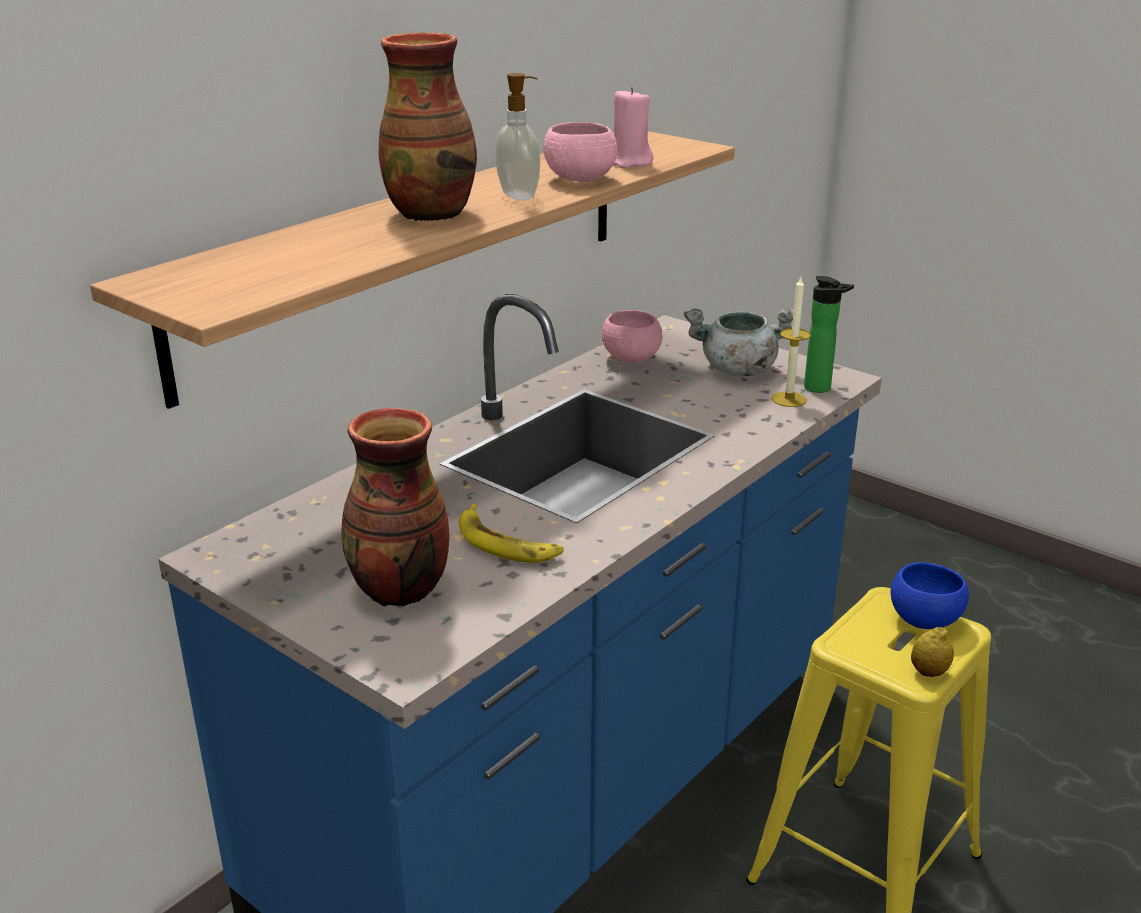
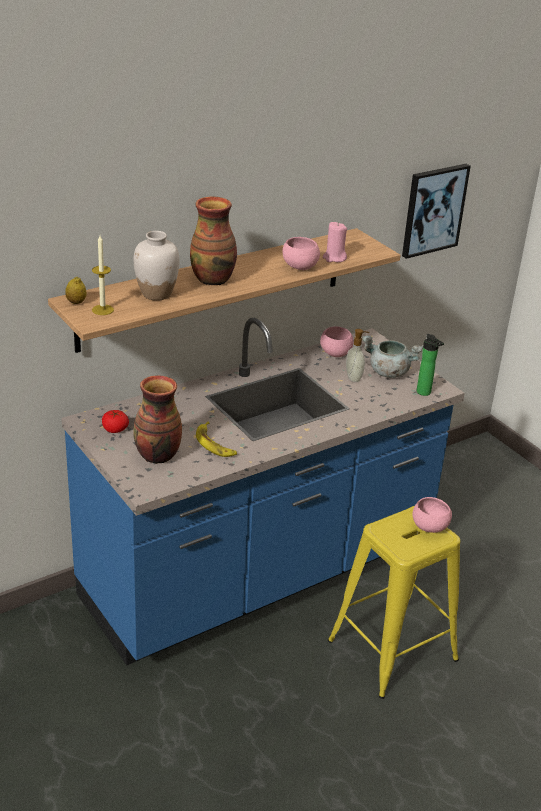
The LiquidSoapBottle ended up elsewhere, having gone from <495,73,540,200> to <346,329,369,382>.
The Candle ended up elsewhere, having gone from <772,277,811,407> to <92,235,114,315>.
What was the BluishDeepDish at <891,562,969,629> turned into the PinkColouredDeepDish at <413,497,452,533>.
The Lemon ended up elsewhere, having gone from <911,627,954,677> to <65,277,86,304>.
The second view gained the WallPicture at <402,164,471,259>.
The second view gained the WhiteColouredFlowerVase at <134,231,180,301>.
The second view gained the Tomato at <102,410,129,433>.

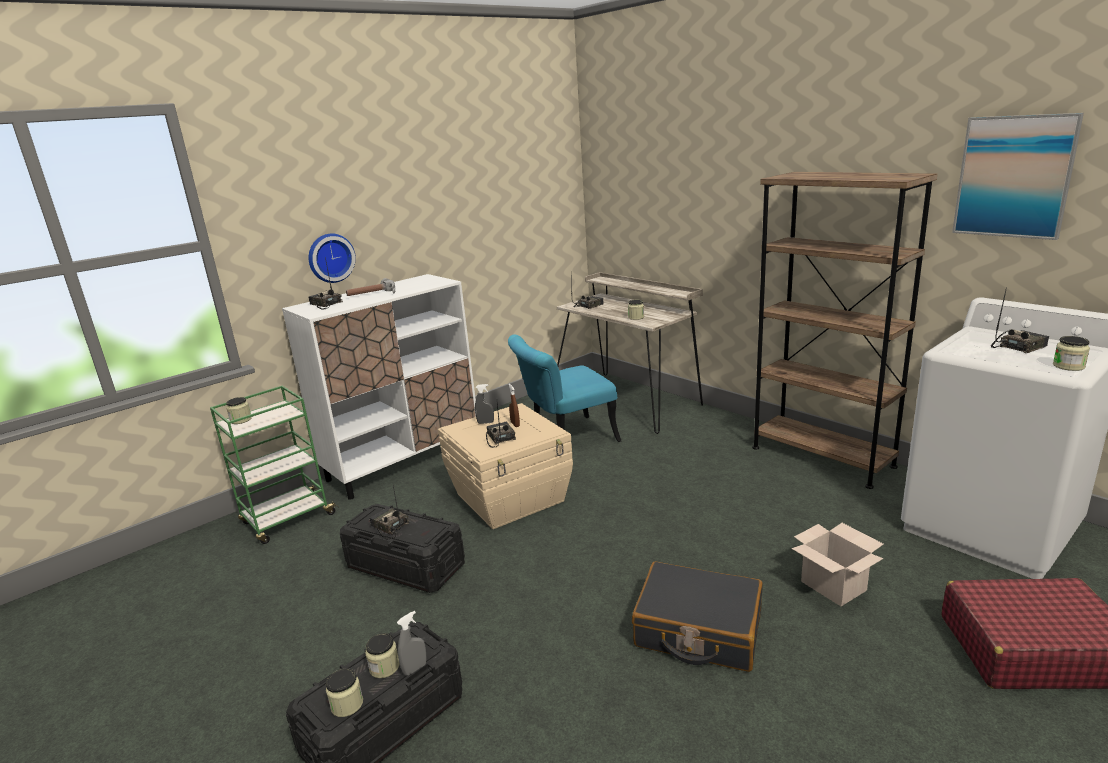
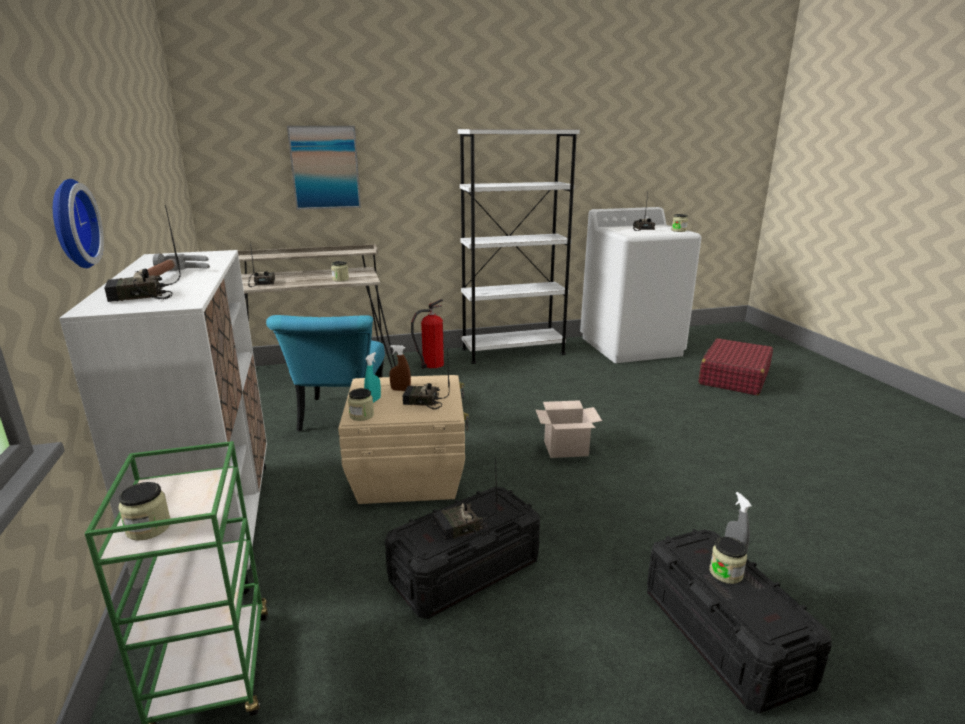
The WallPicture ended up elsewhere, having gone from <952,113,1084,240> to <287,126,361,210>.
What was the BrownColouredShelvingUnit at <752,172,938,489> turned into the WhiteColouredShelvingUnit at <458,129,580,364>.
What was the GreySprayer at <475,384,494,424> turned into the TurquoiseSprayer at <364,352,381,403>.
The PackingBox ended up elsewhere, having gone from <791,523,884,606> to <536,400,602,458>.
The second view lost the BlackColouredTravelCase at <632,561,763,672>.
The Jar ended up elsewhere, having gone from <326,668,363,717> to <348,388,374,421>.
The second view gained the Extinguisher at <411,299,444,369>.

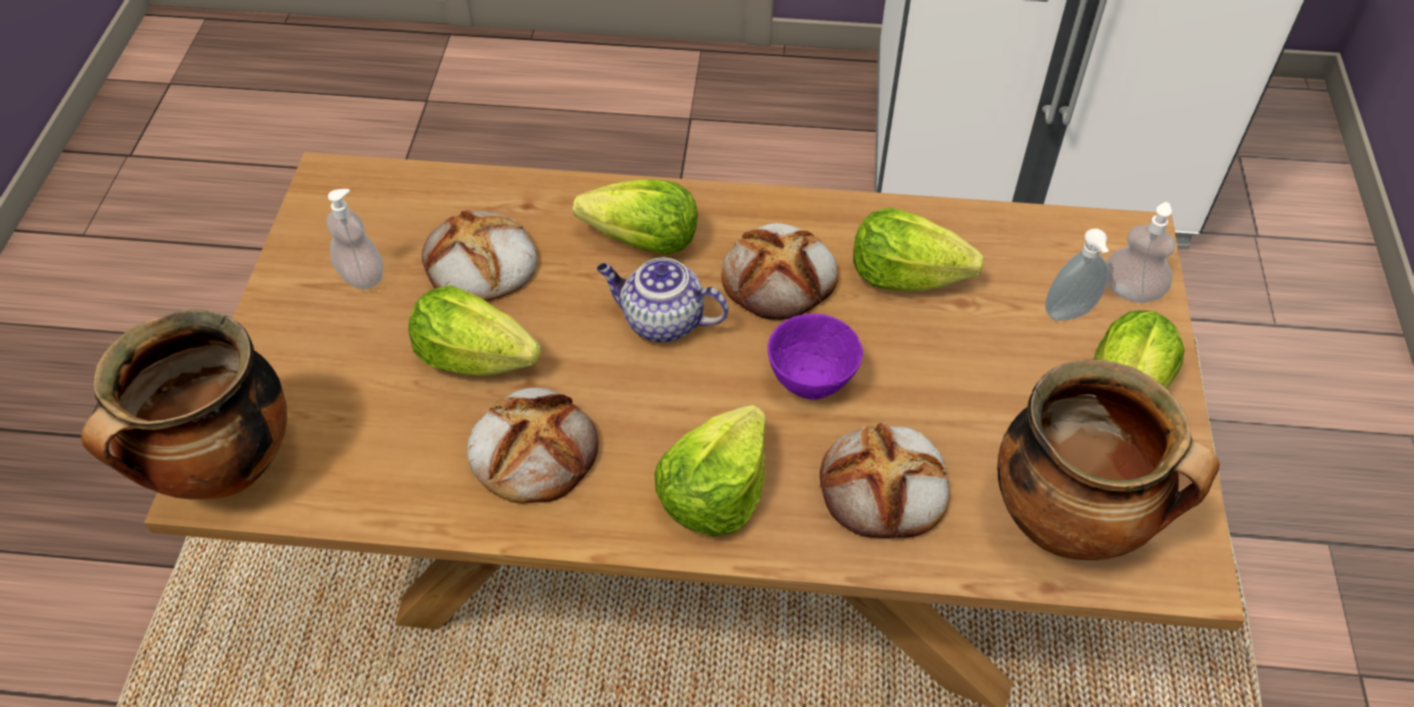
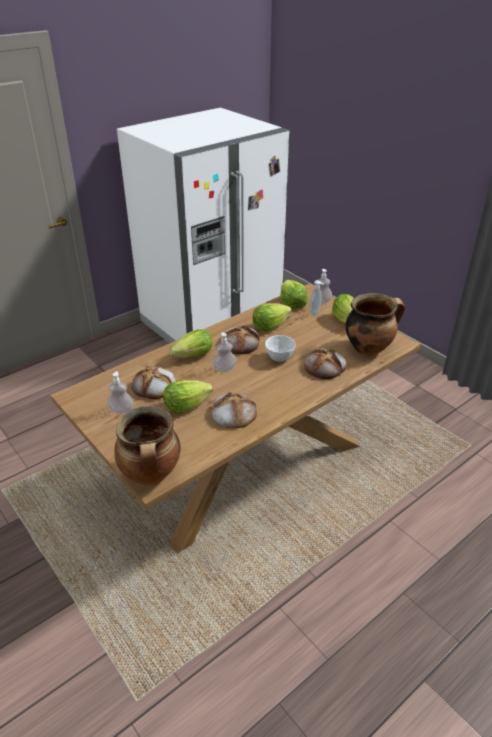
Where the Teapot stood at <597,258,728,342>, the LiquidSoapBottle came to stand at <213,332,236,372>.
What was the PurpleDeepDish at <768,314,863,400> turned into the WhiteColouredDeepDish at <265,335,296,362>.
The HeadOfLettuce ended up elsewhere, having gone from <655,405,766,537> to <280,280,308,308>.

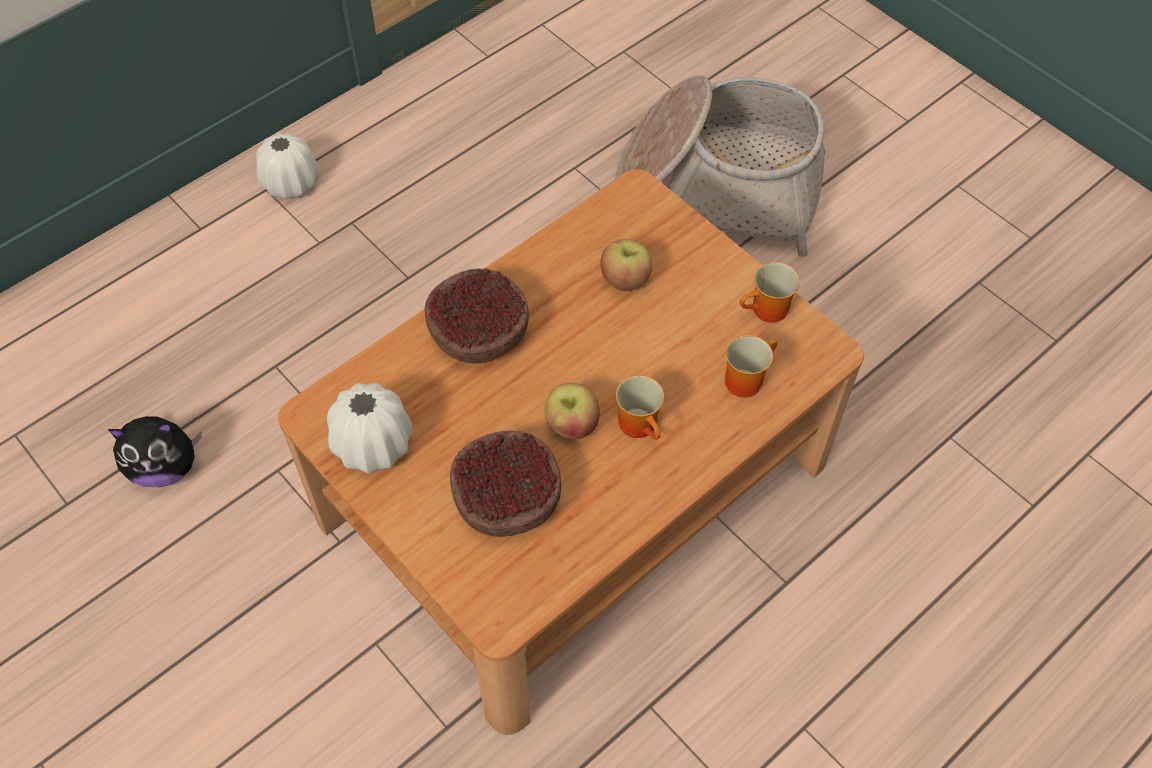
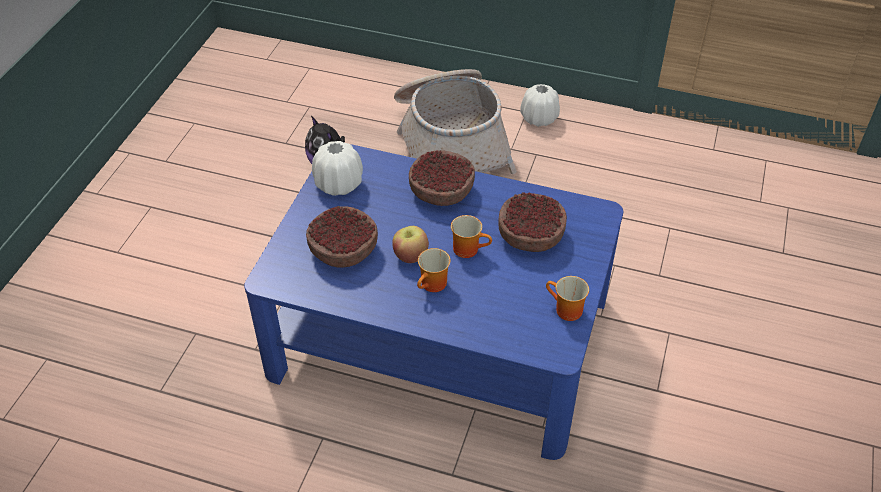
The StorageBasket ended up elsewhere, having gone from <615,75,825,257> to <394,69,517,174>.
What was the BrownColouredCoffeeTable at <278,169,864,735> turned into the BluishCoffeeTable at <244,144,623,460>.
Where the AppleFruit stood at <600,239,653,291>, the DeepDish came to stand at <498,192,567,252>.
The Mug ended up elsewhere, having gone from <725,335,777,398> to <451,215,492,258>.

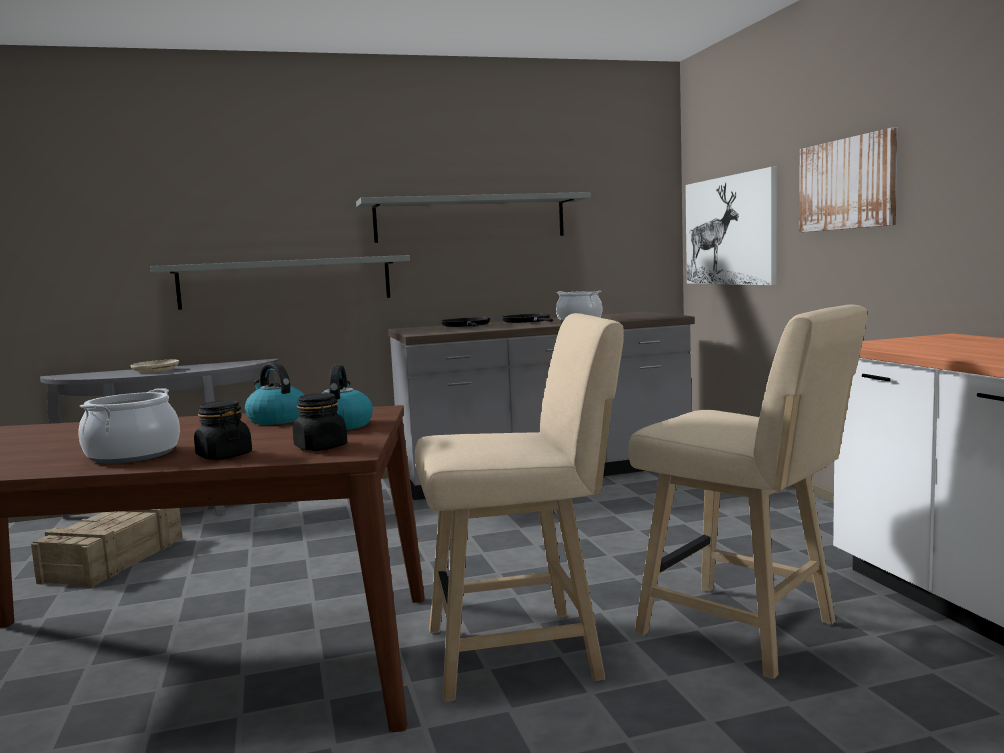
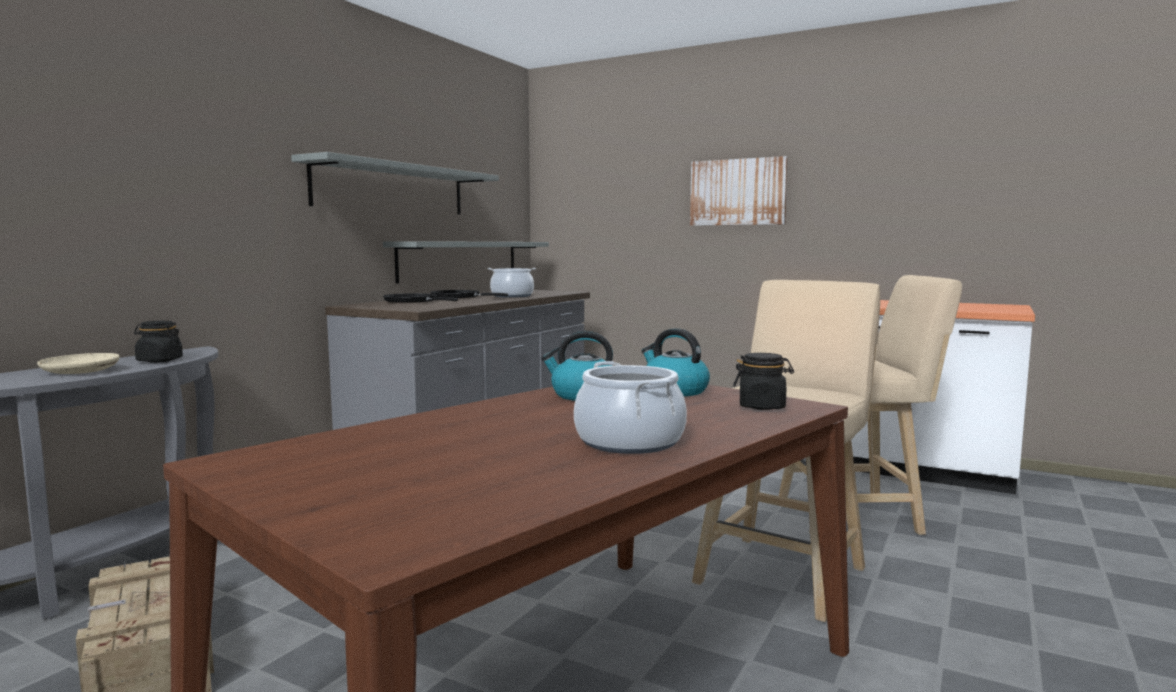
The second view lost the WallPicture at <685,167,777,285>.
The GreyBracketShelf ended up elsewhere, having gone from <150,255,410,310> to <383,241,549,284>.
The BlackColouredJar ended up elsewhere, having gone from <194,400,252,460> to <134,320,183,362>.

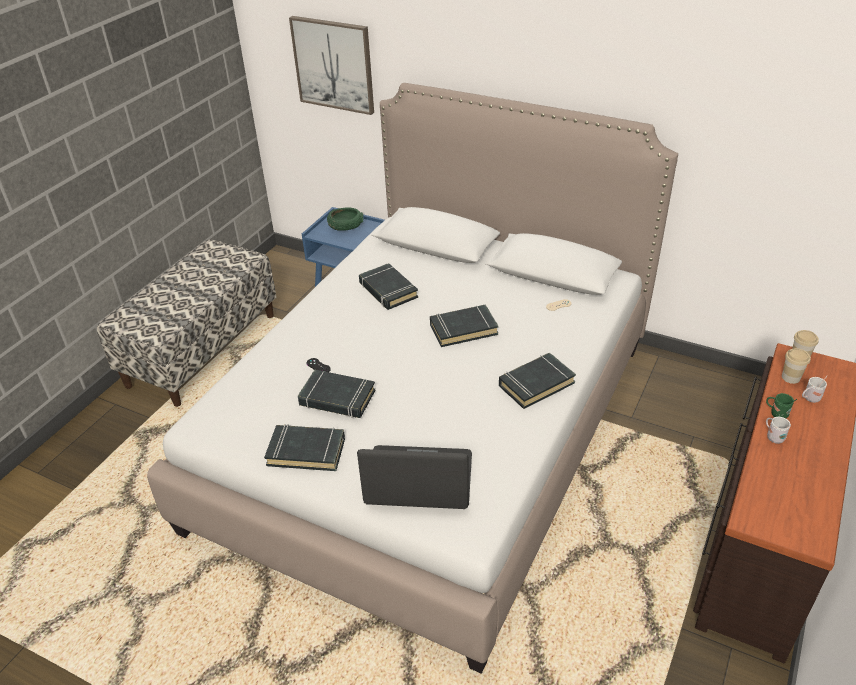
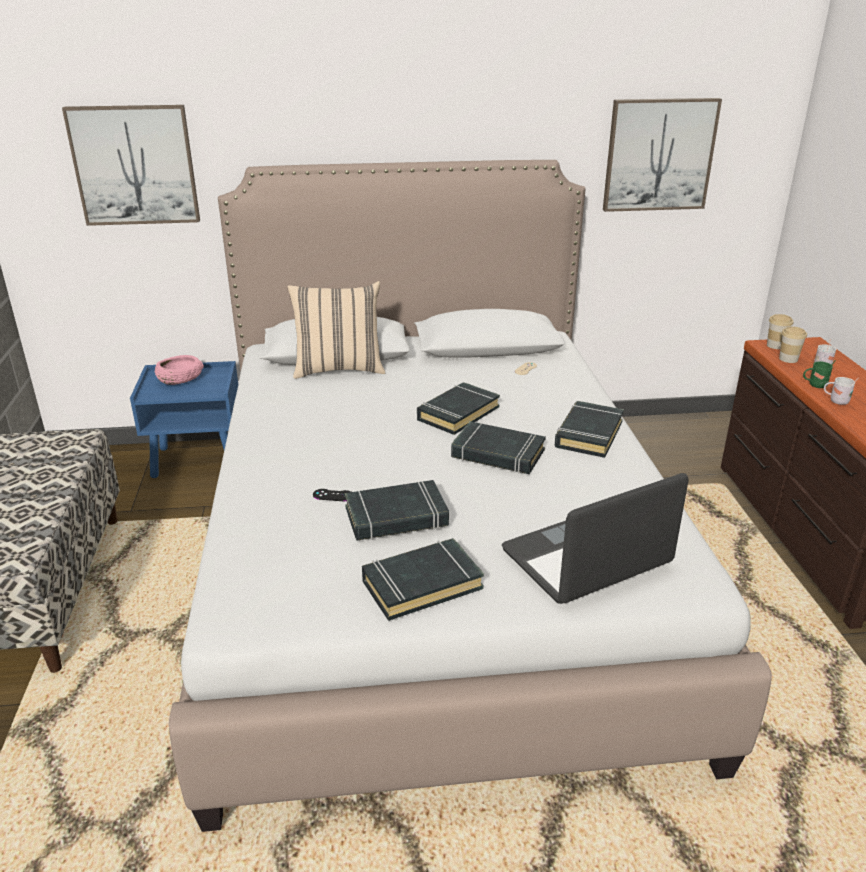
What was the GreenColouredDeepDish at <327,207,364,231> turned into the PinkColouredDeepDish at <154,355,204,385>.
The BlackColouredBook ended up elsewhere, having gone from <359,263,418,310> to <451,421,546,474>.
The second view gained the WallPicture at <603,98,722,212>.
The second view gained the BeigeCushion at <287,281,385,379>.

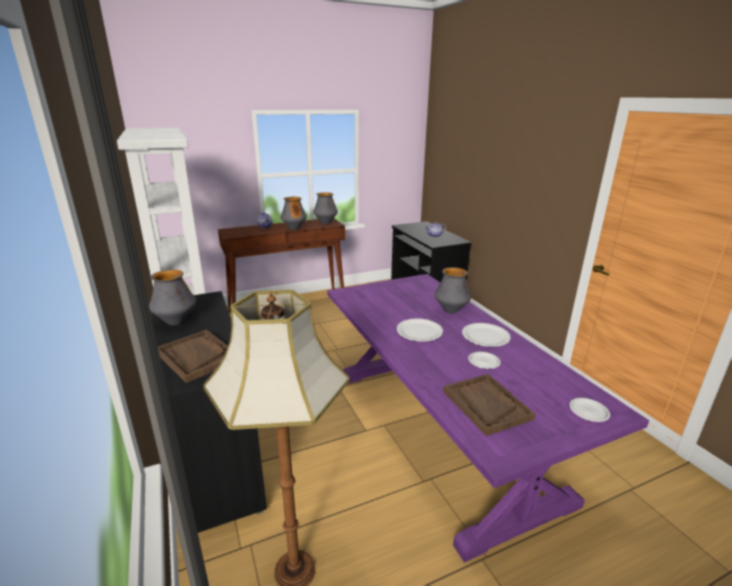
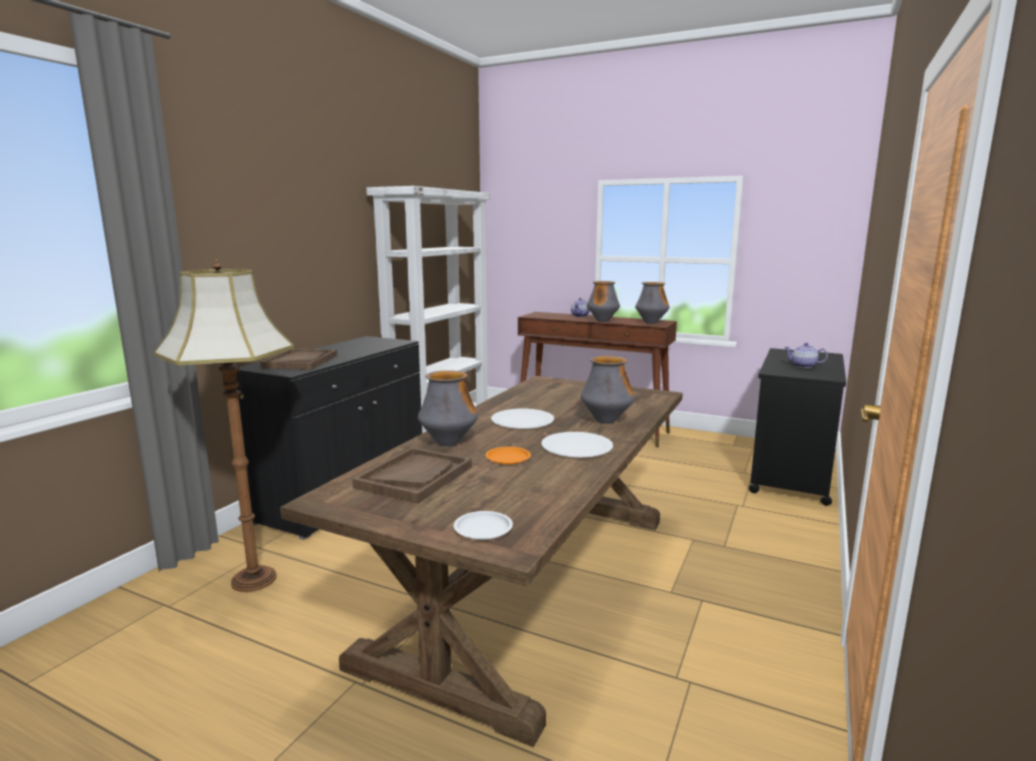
The FlowerVase ended up elsewhere, having gone from <149,270,196,325> to <418,370,478,446>.
What was the PurpleKitchenTable at <327,274,649,563> turned into the BrownColouredKitchenTable at <280,376,683,747>.
What was the WhiteColouredFlatDish at <468,352,501,369> turned into the OrangeFlatDish at <486,447,531,465>.

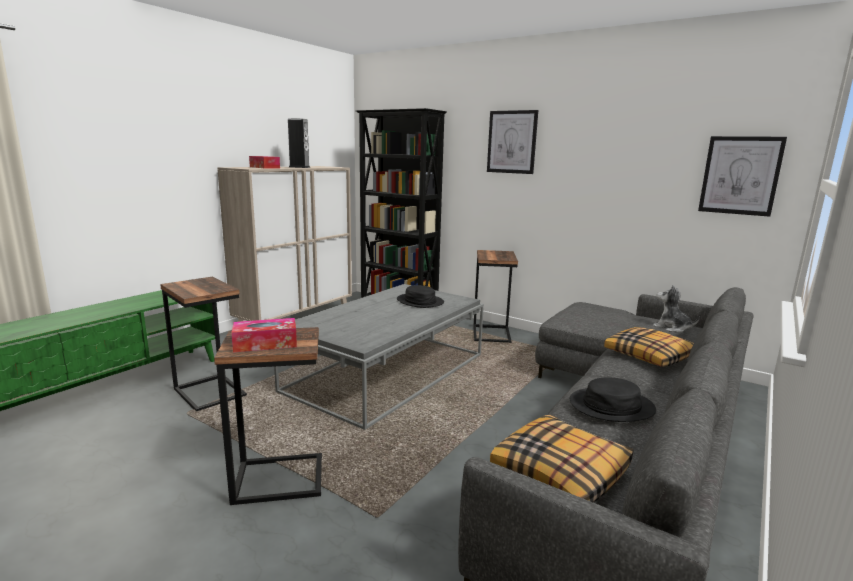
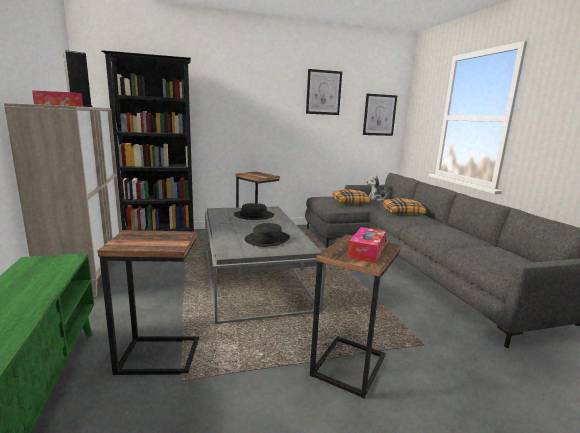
The WallPicture ended up elsewhere, having gone from <487,110,538,174> to <306,69,342,115>.
The BlackColouredWearableHat ended up elsewhere, having gone from <570,377,656,422> to <244,223,290,247>.
The Cushion ended up elsewhere, having gone from <490,414,633,503> to <333,190,371,204>.

